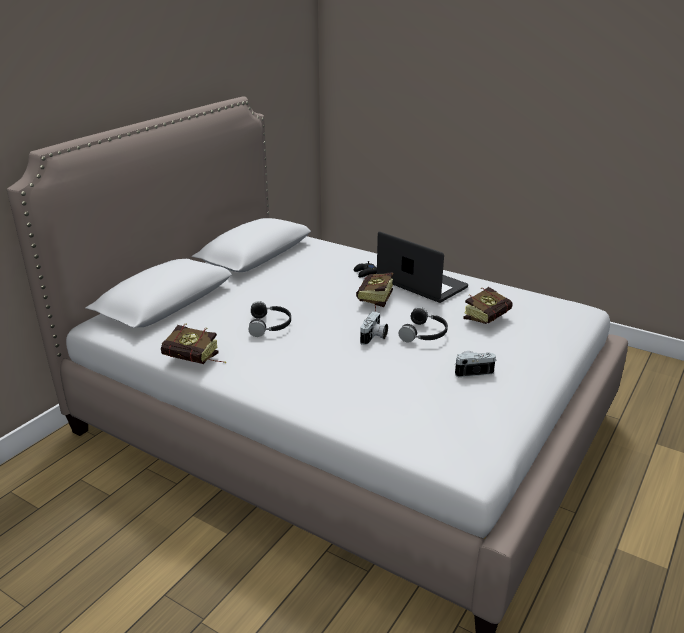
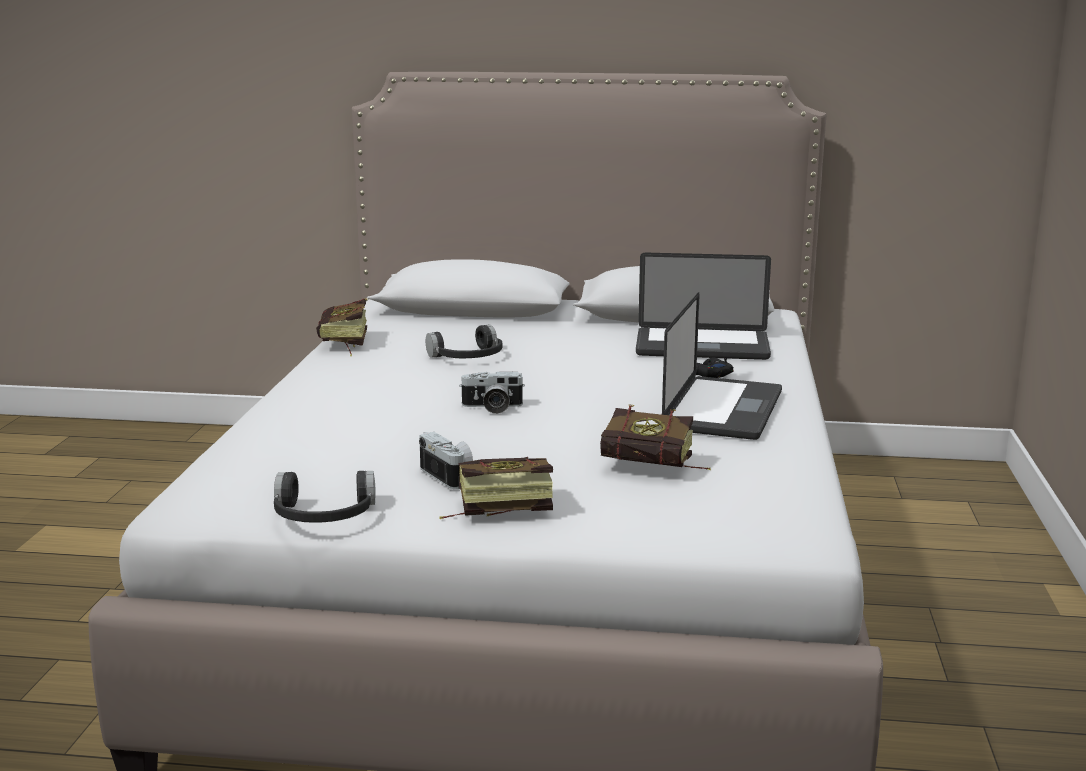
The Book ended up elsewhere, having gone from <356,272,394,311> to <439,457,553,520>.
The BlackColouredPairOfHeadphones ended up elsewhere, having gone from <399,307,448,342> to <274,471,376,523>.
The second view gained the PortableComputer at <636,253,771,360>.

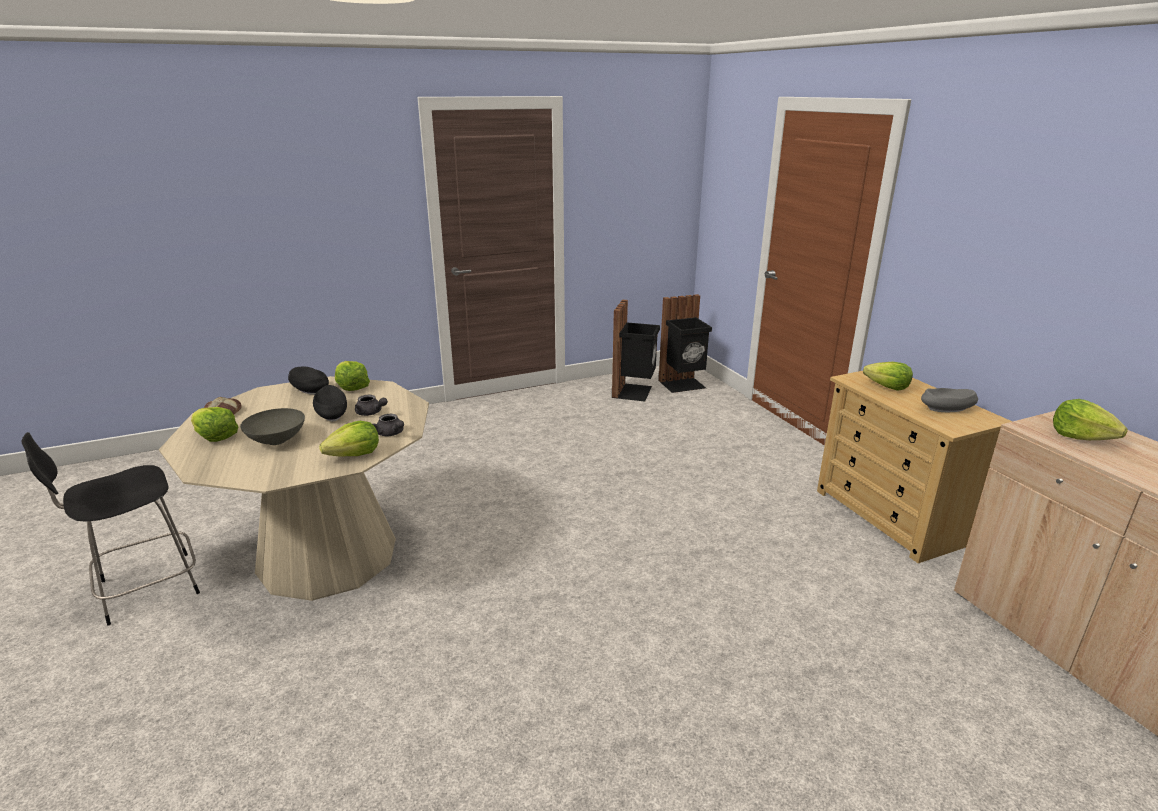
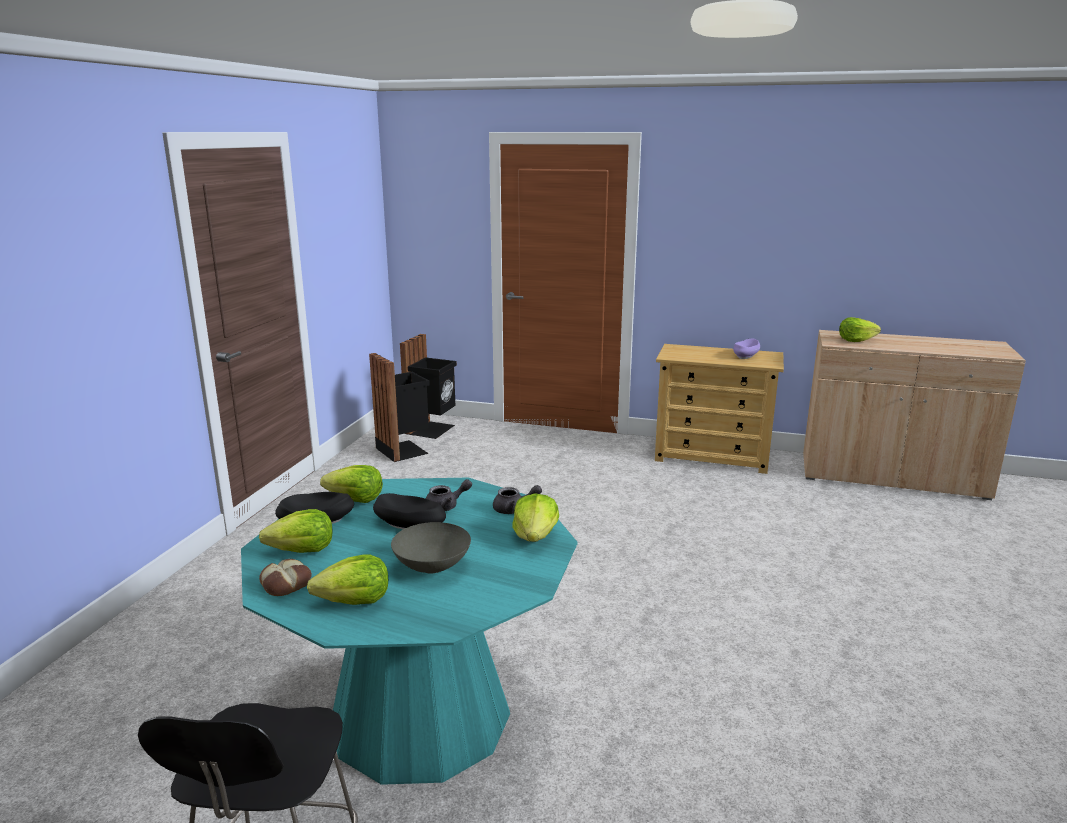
The HeadOfLettuce ended up elsewhere, having gone from <863,362,913,391> to <259,509,333,553>.
What was the BeigeKitchenTable at <159,376,429,601> turned into the TurquoiseKitchenTable at <241,478,577,785>.
What was the GreyDeepDish at <921,388,978,412> turned into the PurpleDeepDish at <733,339,760,359>.

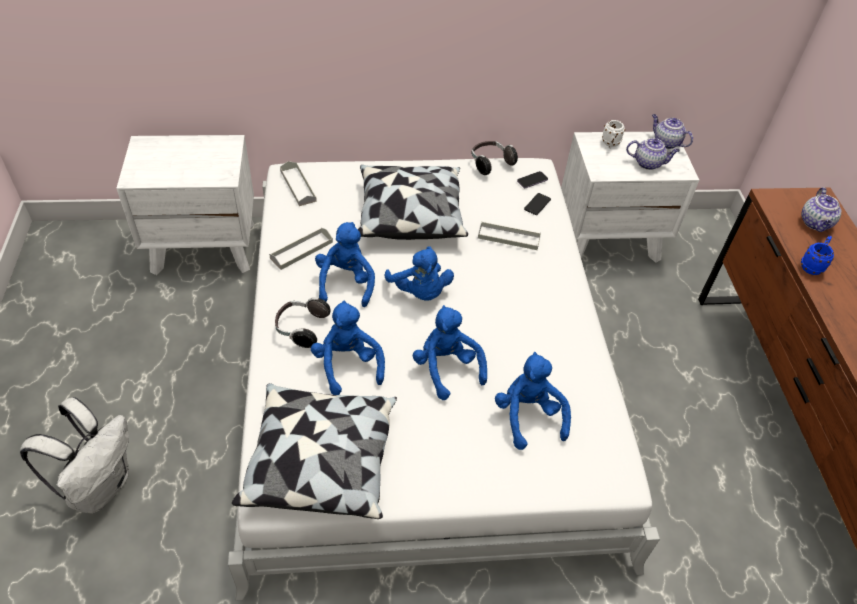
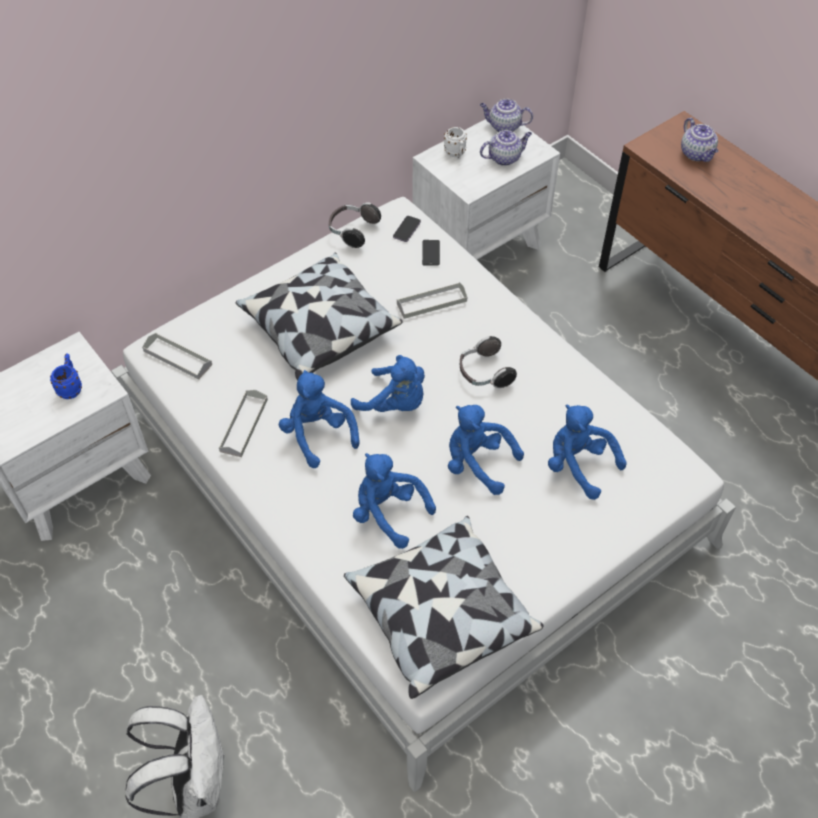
The BluishMug ended up elsewhere, having gone from <801,235,834,275> to <50,354,82,399>.
The PairOfHeadphones ended up elsewhere, having gone from <275,297,331,348> to <460,336,517,388>.

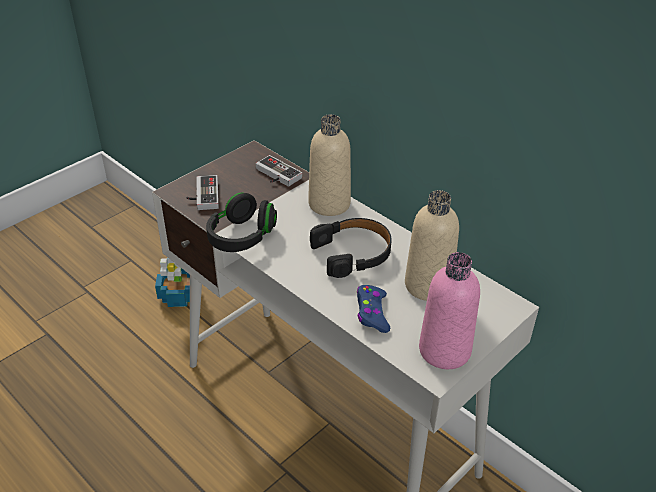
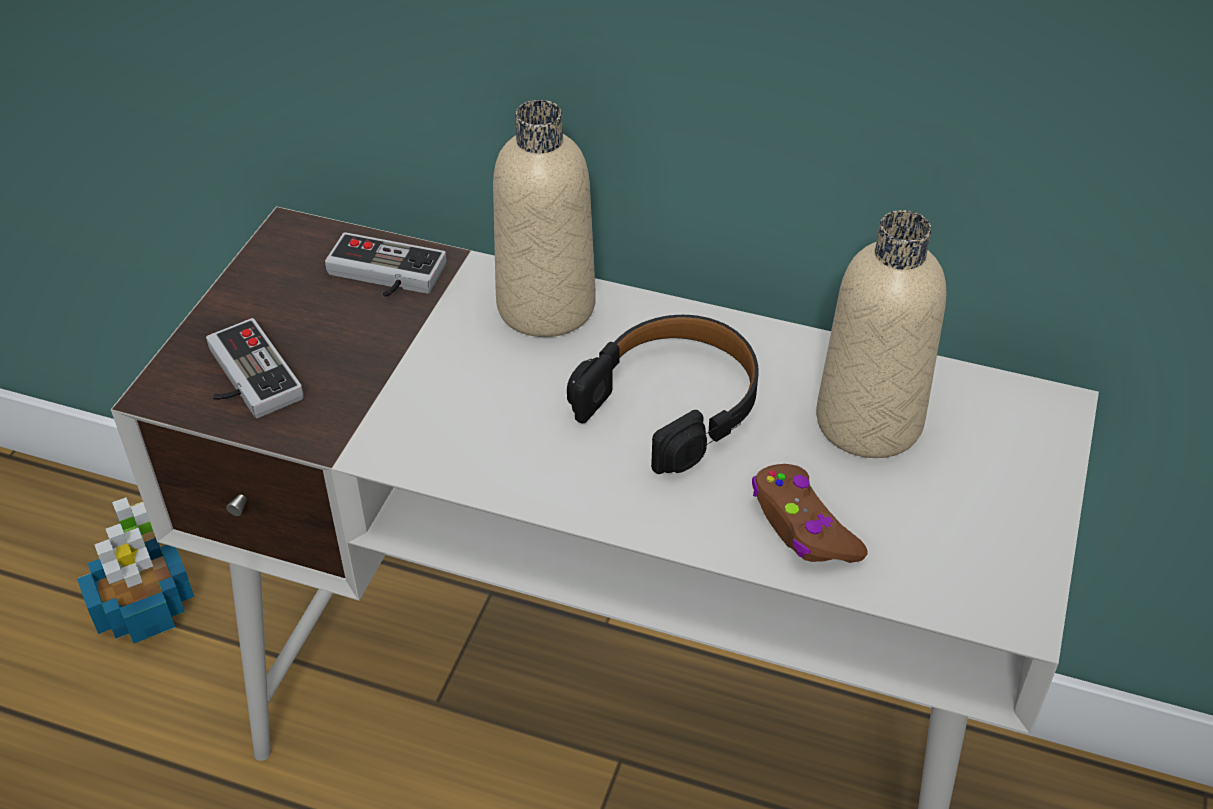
The second view lost the BlackColouredPairOfHeadphones at <206,193,277,252>.
The second view lost the PinkColouredBeverageBottle at <419,252,480,369>.
What was the BluishJoypad at <357,285,390,333> turned into the BrownColouredJoypad at <752,464,868,563>.

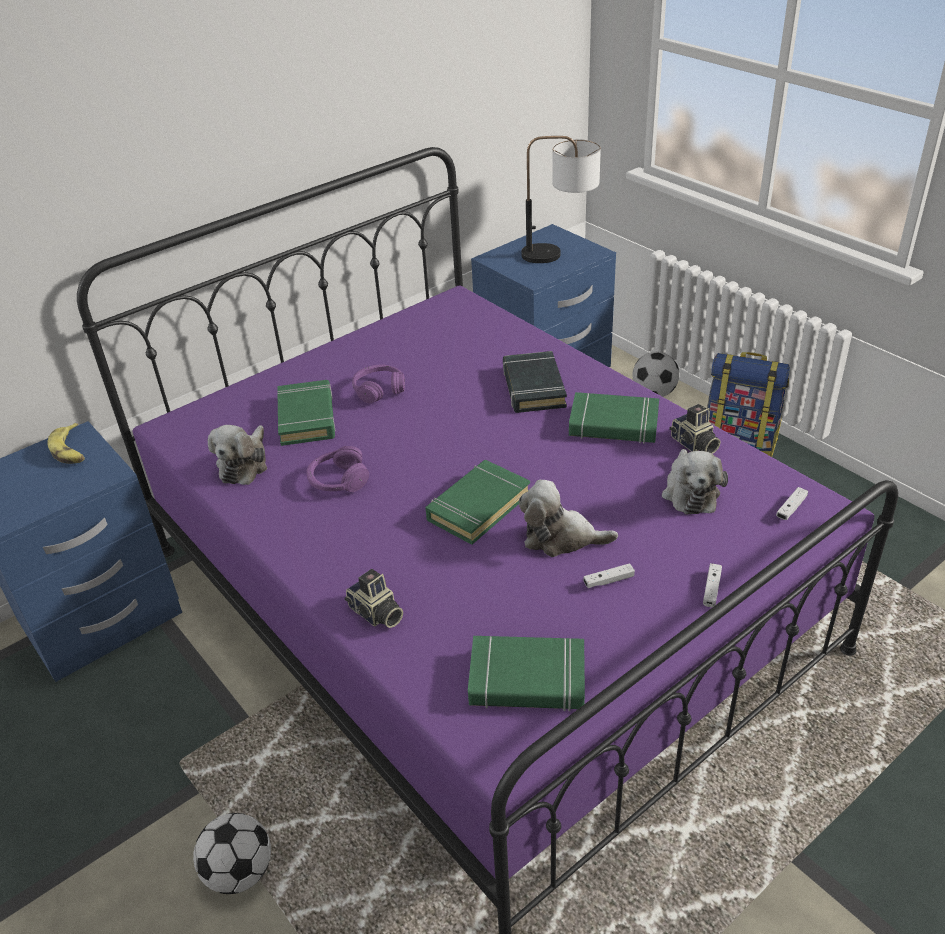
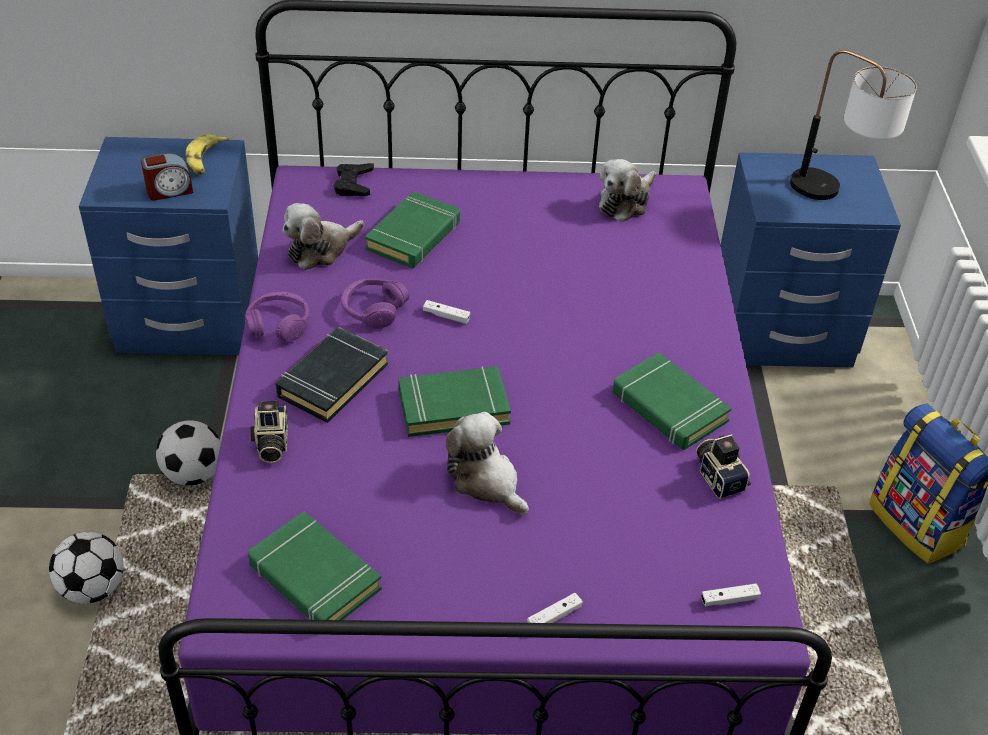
The BlackColouredBook ended up elsewhere, having gone from <503,351,567,413> to <275,327,389,423>.
The BallForFootball ended up elsewhere, having gone from <632,352,679,397> to <156,420,221,486>.
The PurplePairOfHeadphones ended up elsewhere, having gone from <352,365,405,404> to <245,292,309,341>.
The StillCamera at <669,404,721,454> ended up facing another way, 150 degrees clockwise from before.
The PlushToy ended up elsewhere, having gone from <662,449,728,514> to <599,159,656,222>.
The WhiteColouredJoypad ended up elsewhere, having gone from <583,563,635,588> to <423,300,470,324>.
The second view gained the AlarmClock at <141,153,193,201>.
The second view gained the BlackColouredJoypad at <334,163,374,196>.

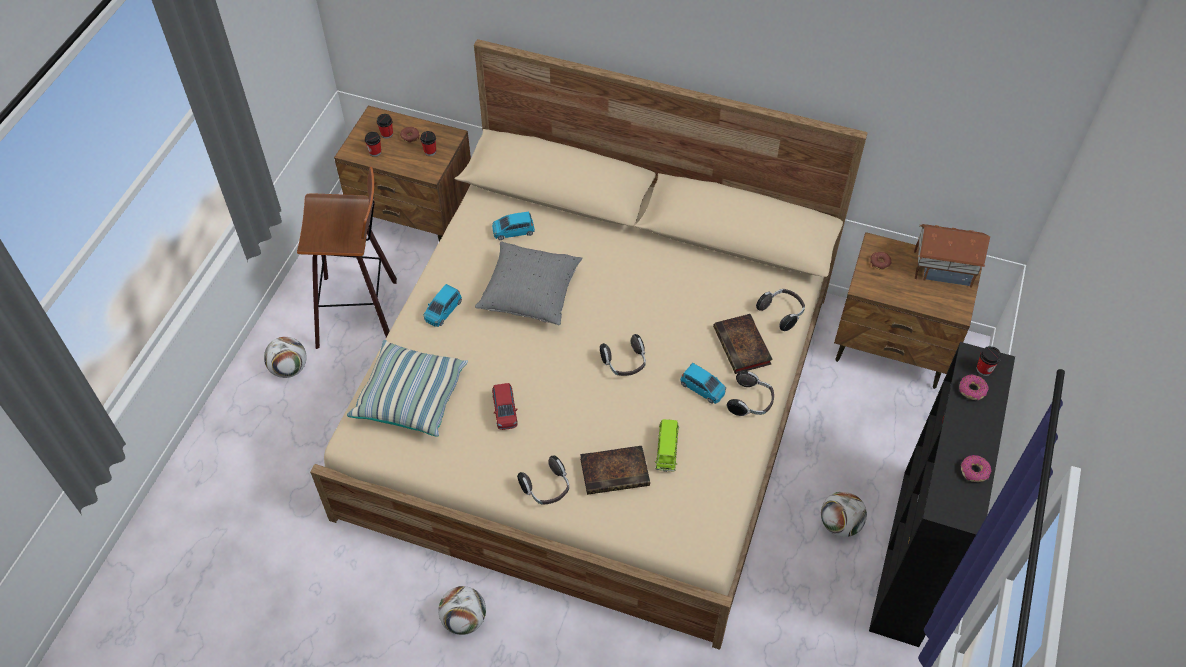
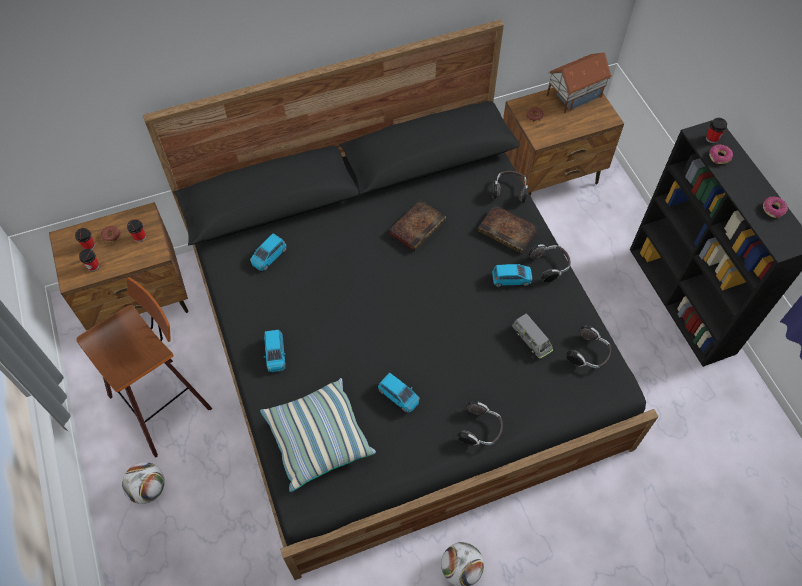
What was the BeigeBedroomBed at <310,39,868,650> turned into the BlackColouredBedroomBed at <143,20,659,580>.
The second view lost the GreyCushion at <475,241,582,325>.
The PairOfHeadphones ended up elsewhere, having gone from <600,334,646,376> to <566,326,611,368>.
What was the RedModelCar at <492,383,517,430> turned into the BluishModelCar at <378,372,420,413>.
What was the GreenColouredModelCar at <655,419,679,472> turned into the GreyModelCar at <512,313,553,359>.
The Book ended up elsewhere, having gone from <580,446,650,495> to <389,200,446,251>.
The second view lost the BallForFootball at <821,491,867,537>.

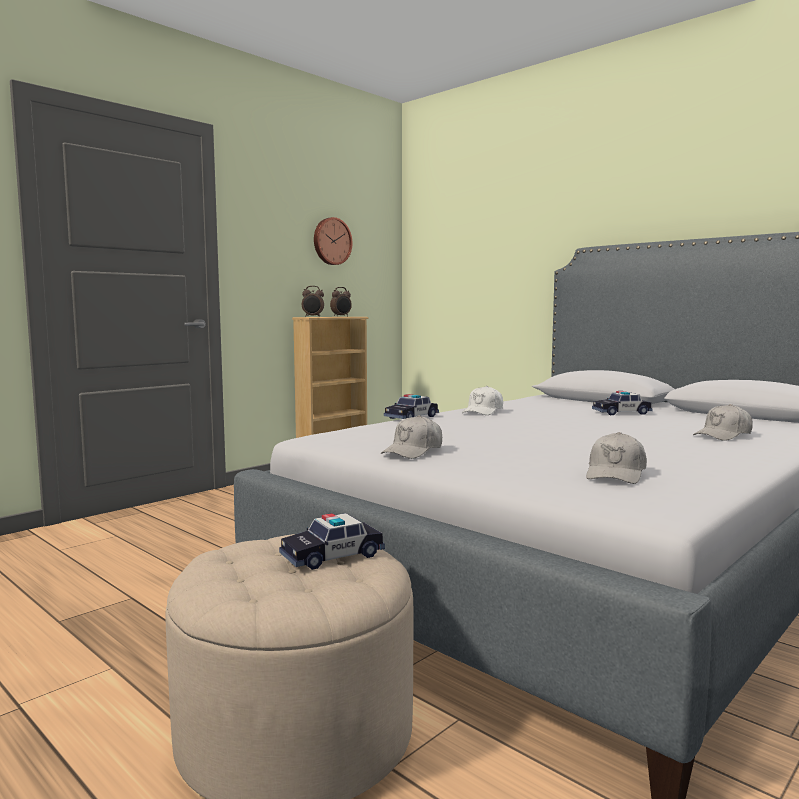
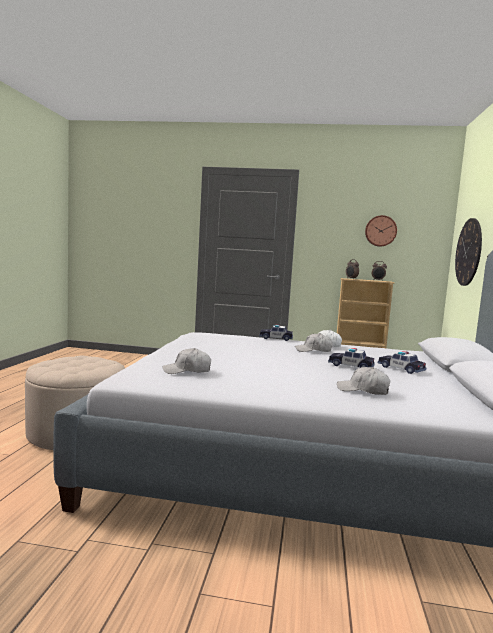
The WhiteColouredPeakedCap ended up elsewhere, having gone from <381,415,442,459> to <295,333,332,352>.
The ModelCar ended up elsewhere, having gone from <279,513,385,570> to <328,348,375,368>.
The second view gained the WallClock at <455,218,482,286>.

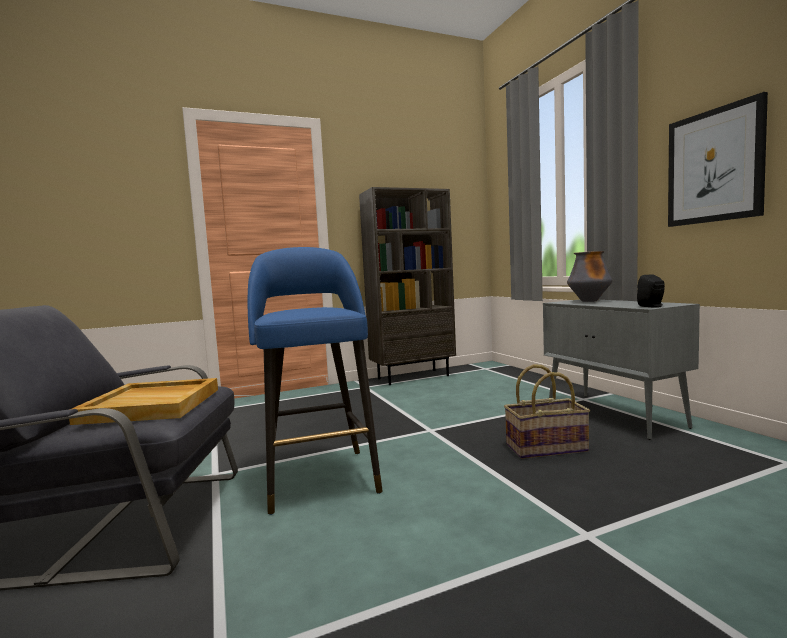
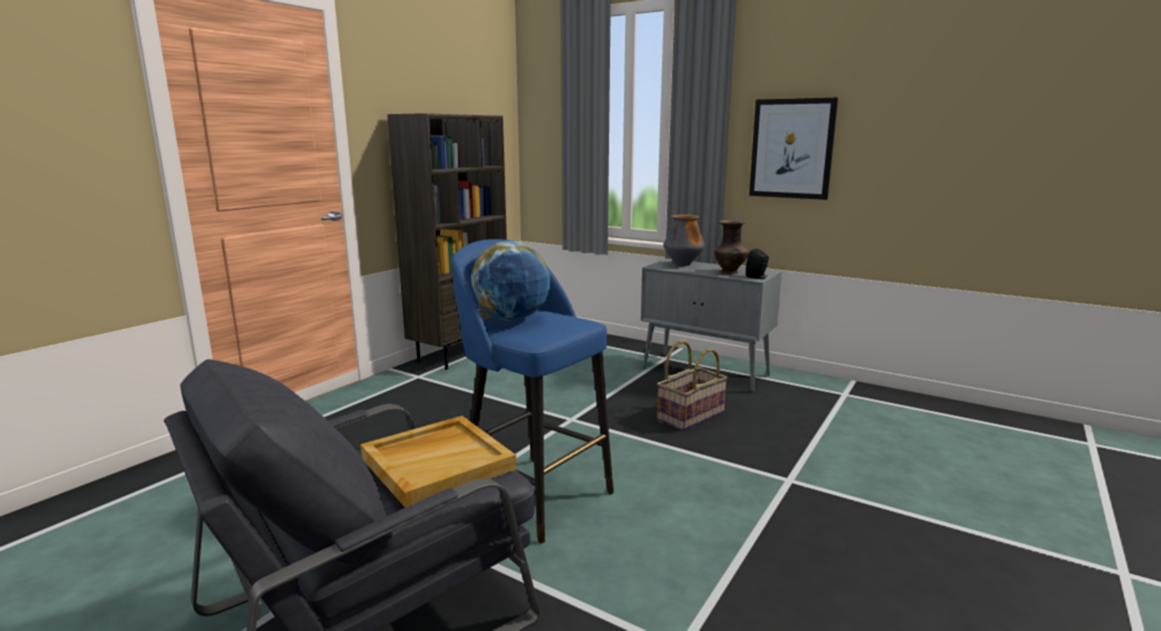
The second view gained the BrownColouredFlowerVase at <714,220,748,274>.
The second view gained the Globe at <471,241,550,321>.

